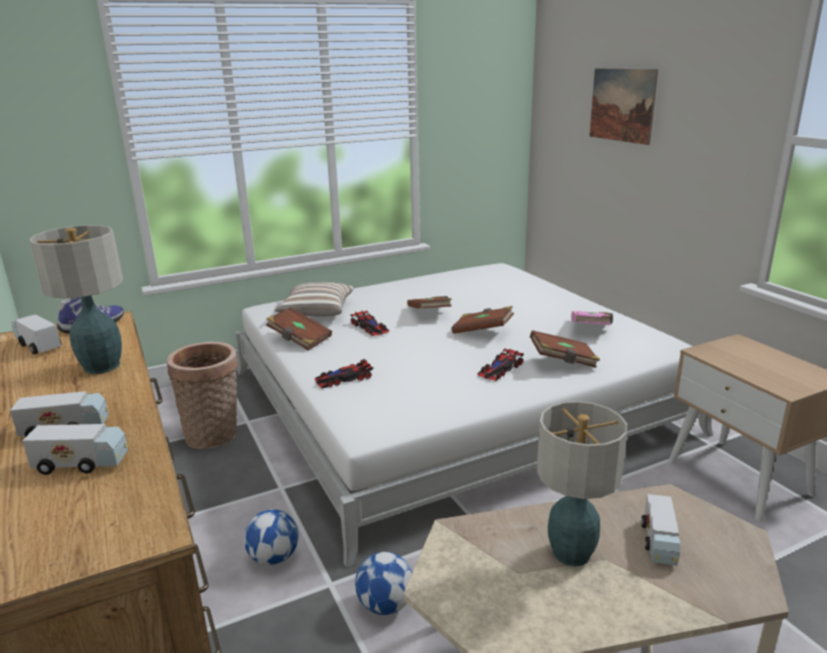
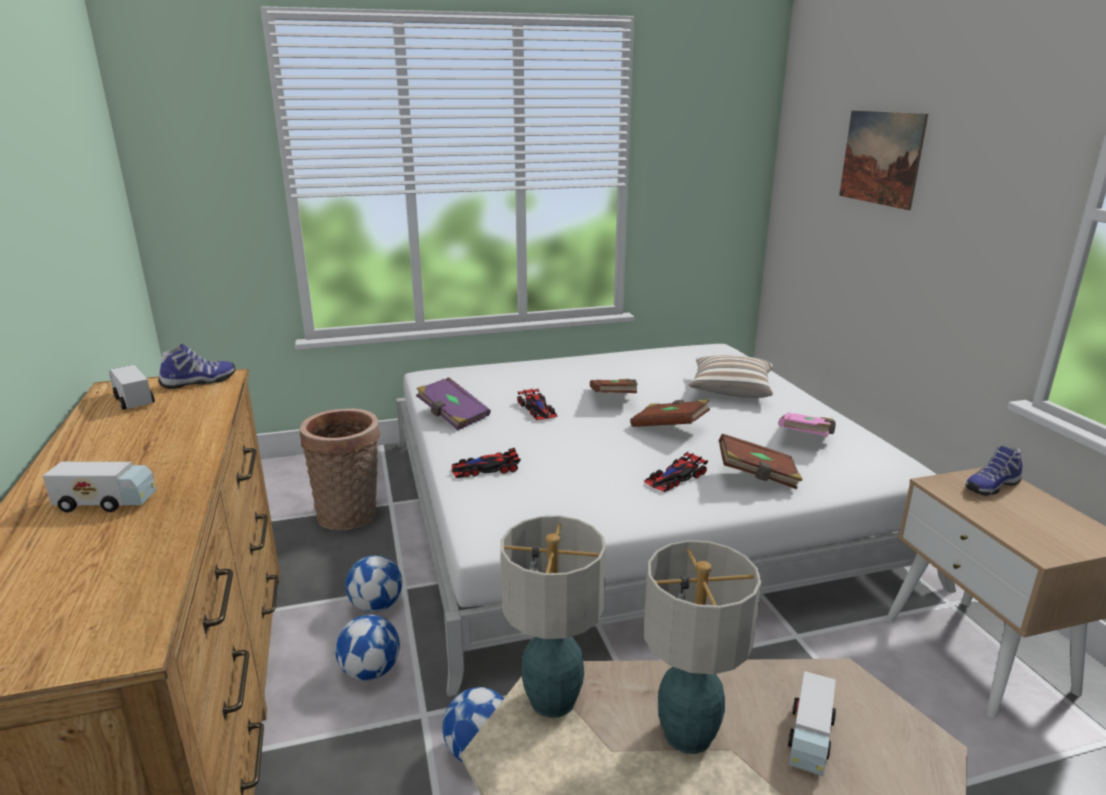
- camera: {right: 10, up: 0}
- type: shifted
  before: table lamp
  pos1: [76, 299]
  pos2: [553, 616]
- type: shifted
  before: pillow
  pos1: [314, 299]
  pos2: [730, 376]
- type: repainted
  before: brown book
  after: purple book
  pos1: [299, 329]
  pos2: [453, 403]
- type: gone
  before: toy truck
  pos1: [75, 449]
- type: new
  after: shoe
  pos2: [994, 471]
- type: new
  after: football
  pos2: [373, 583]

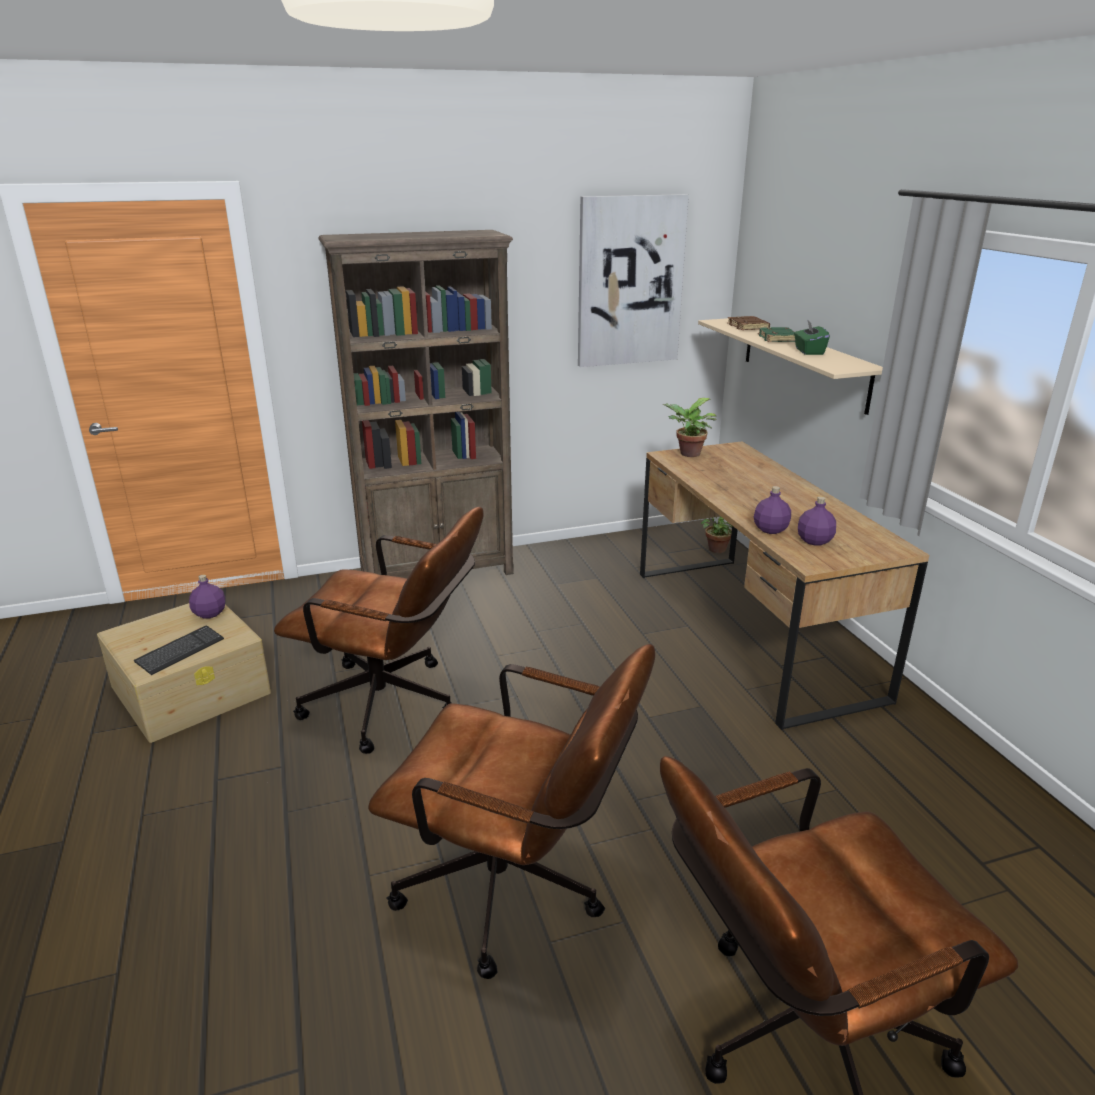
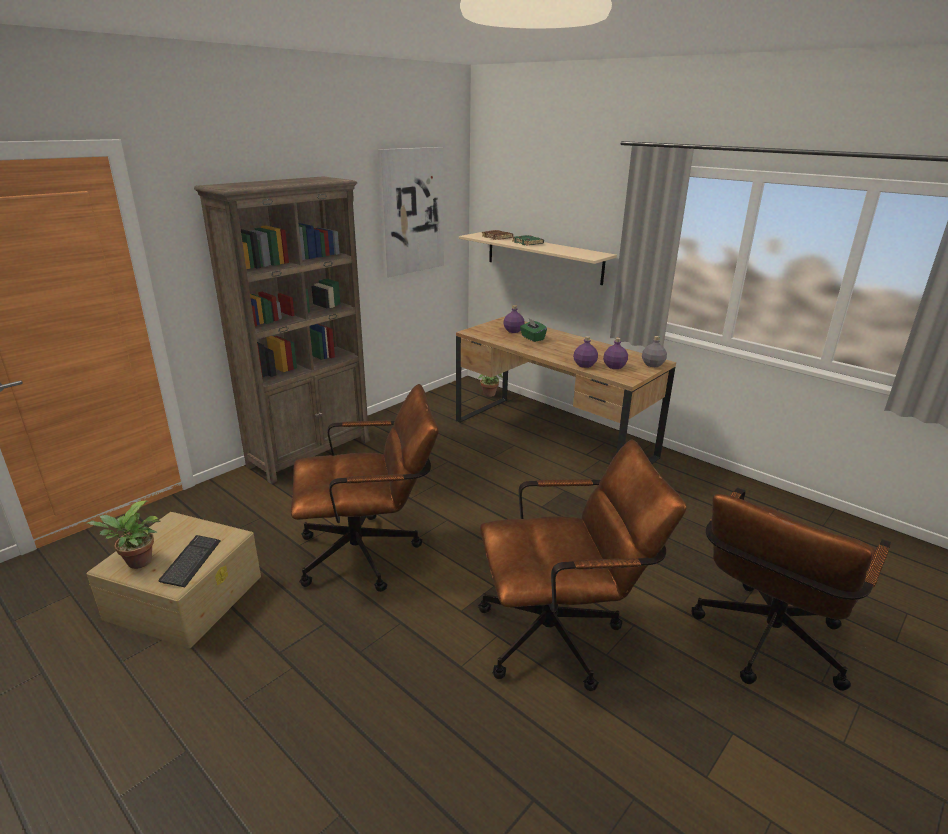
- camera: {right: -30, up: 0}
- type: shifted
  before: green tissue box
  pos1: [812, 337]
  pos2: [533, 330]
- type: shifted
  before: potted plant
  pos1: [690, 427]
  pos2: [123, 534]
- type: shifted
  before: purple bottle
  pos1: [207, 596]
  pos2: [514, 319]
- type: new
  after: grey bottle
  pos2: [654, 351]

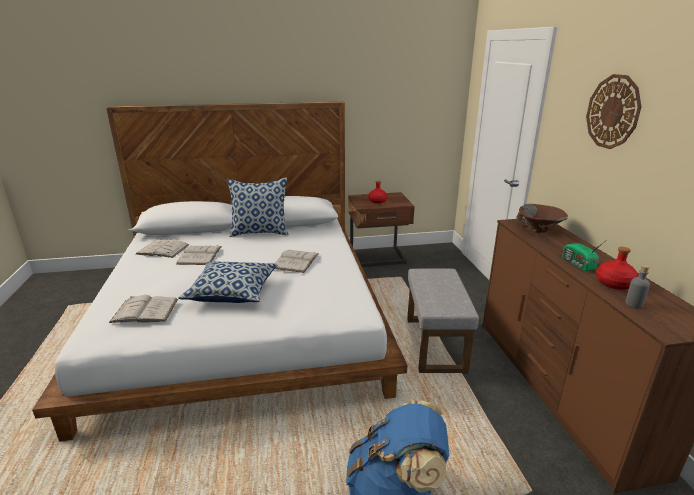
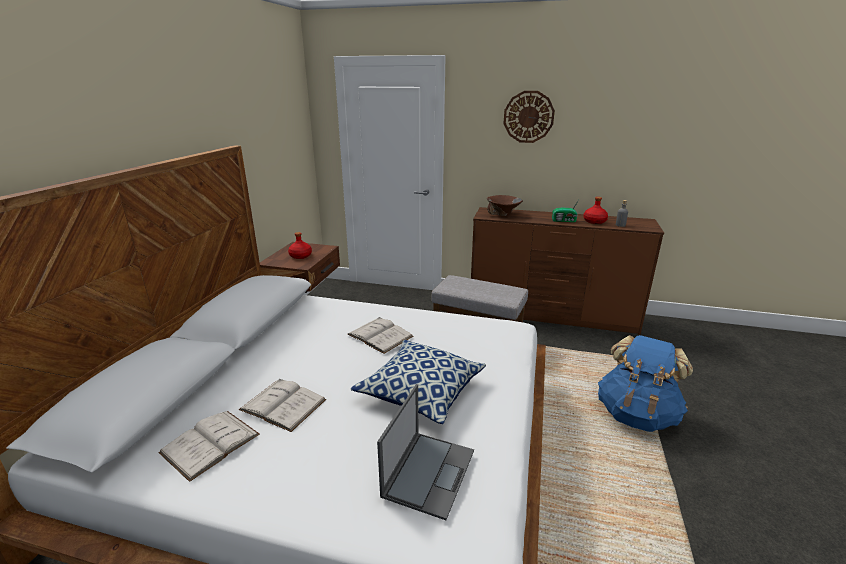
- camera: {right: -65, up: 0}
- type: gone
  before: pillow
  pos1: [258, 207]
- type: swapped
  before: white book
  after: laptop
  pos1: [143, 309]
  pos2: [425, 452]

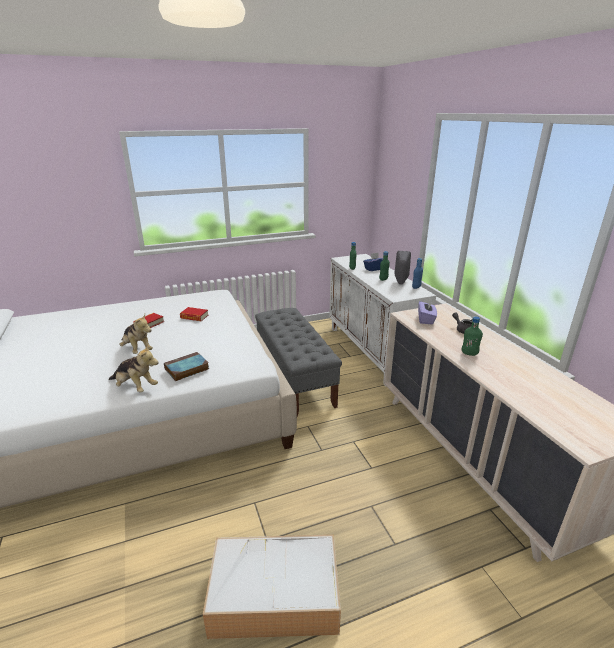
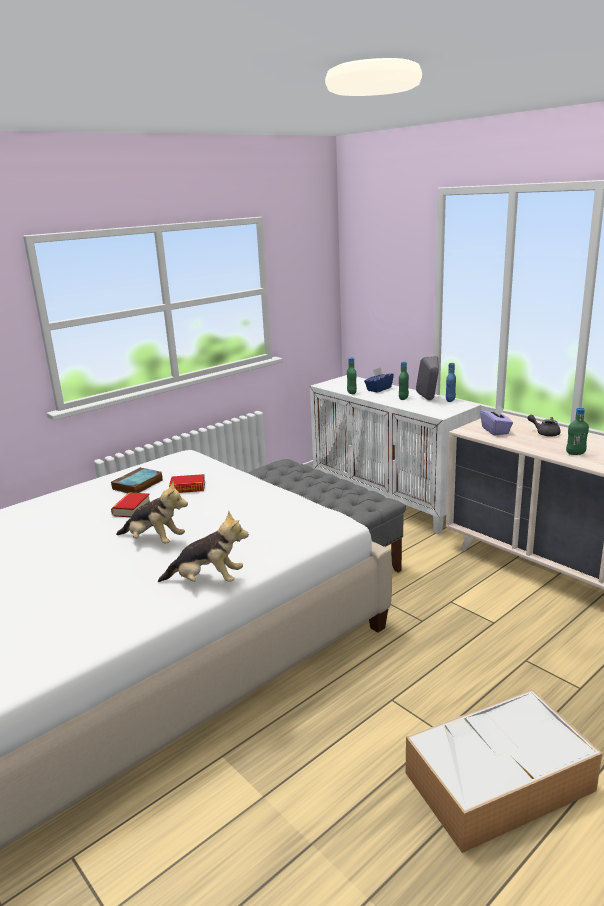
- camera: {right: -20, up: -5}
- type: shifted
  before: book
  pos1: [186, 366]
  pos2: [137, 480]

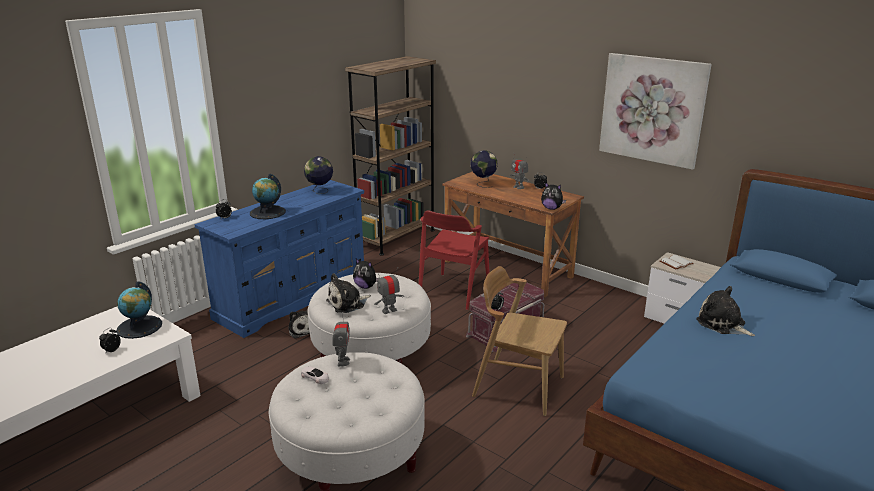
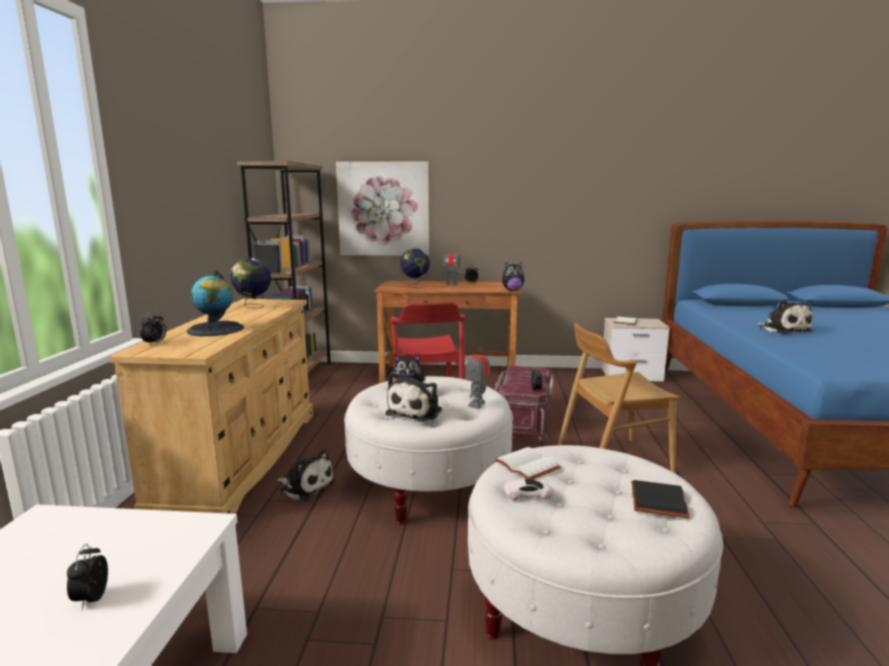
- camera: {right: -35, up: -10}
- type: shifted
  before: picture
  pos1: [655, 111]
  pos2: [382, 208]
- type: repainted
  before: blue dresser
  after: beige dresser
  pos1: [279, 259]
  pos2: [211, 406]
- type: gone
  before: globe
  pos1: [139, 310]
- type: rotated
  before: plush toy
  pos1: [725, 311]
  pos2: [785, 317]
  turn: -120
- type: swapped
  before: toy robot
  after: white book
  pos1: [341, 339]
  pos2: [527, 463]
- type: new
  after: black book
  pos2: [660, 499]

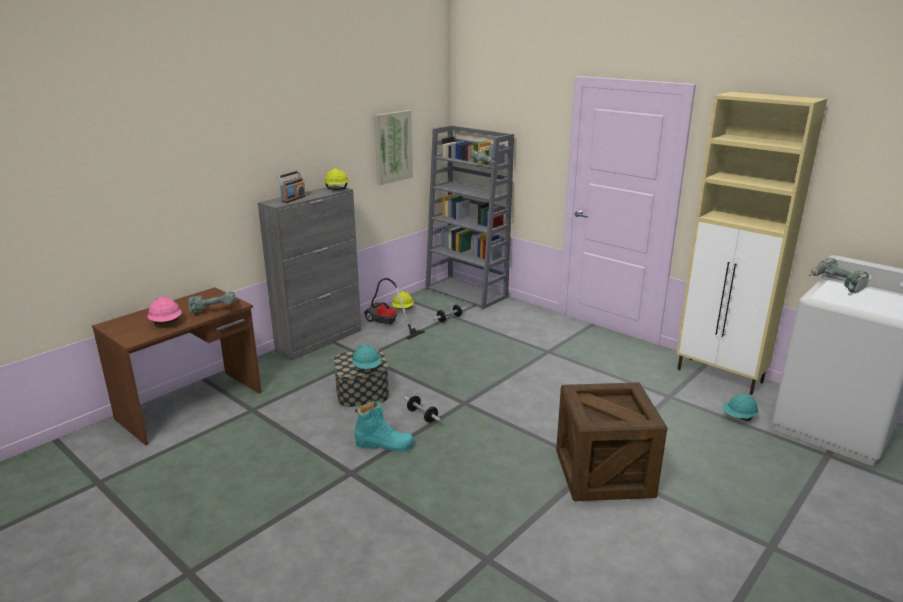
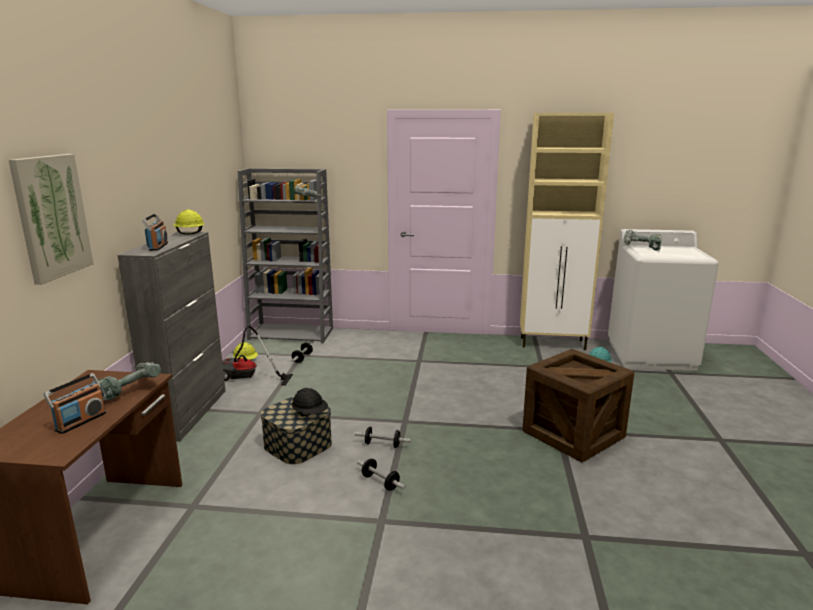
- camera: {right: -35, up: -5}
- type: shifted
  before: picture
  pos1: [393, 147]
  pos2: [51, 219]
- type: swapped
  before: pink hard hat
  after: radio
  pos1: [165, 310]
  pos2: [75, 403]
- type: repainted
  before: turquoise hard hat
  after: black hard hat
  pos1: [366, 356]
  pos2: [310, 402]
- type: swapped
  before: turquoise boot
  after: dumbbell
  pos1: [384, 426]
  pos2: [381, 475]

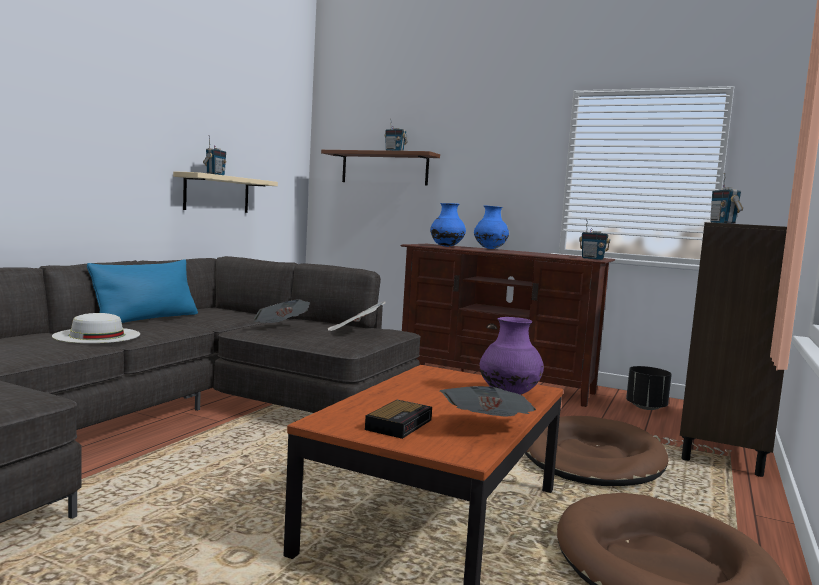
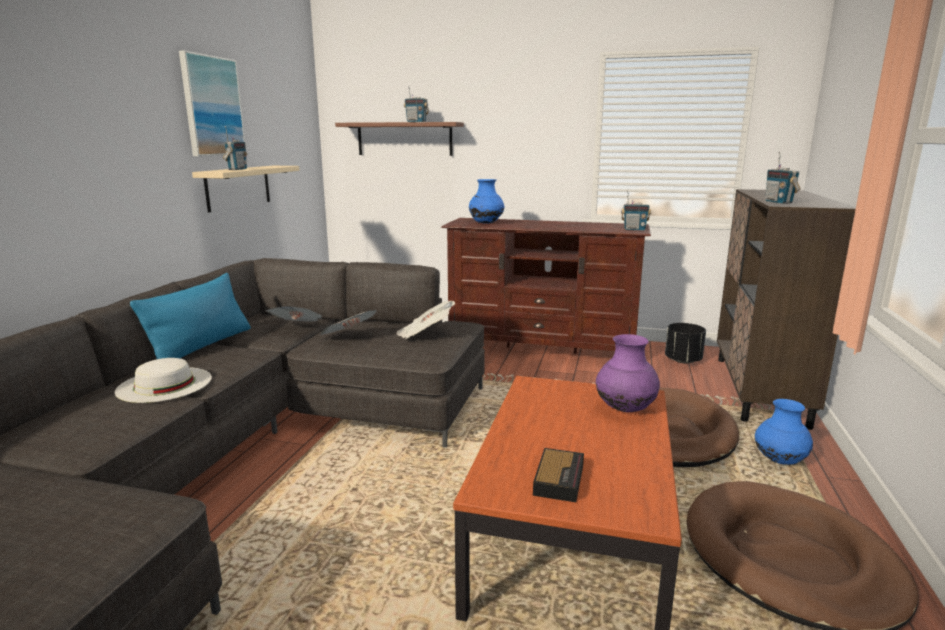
- camera: {right: -10, up: 10}
- type: shifted
  before: blue vase
  pos1: [491, 227]
  pos2: [784, 432]
- type: shifted
  before: newspaper
  pos1: [487, 401]
  pos2: [294, 314]
- type: new
  after: picture
  pos2: [212, 103]

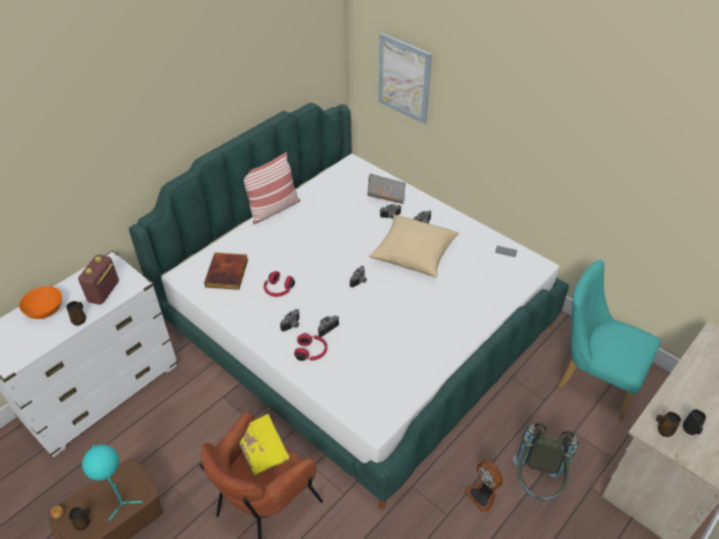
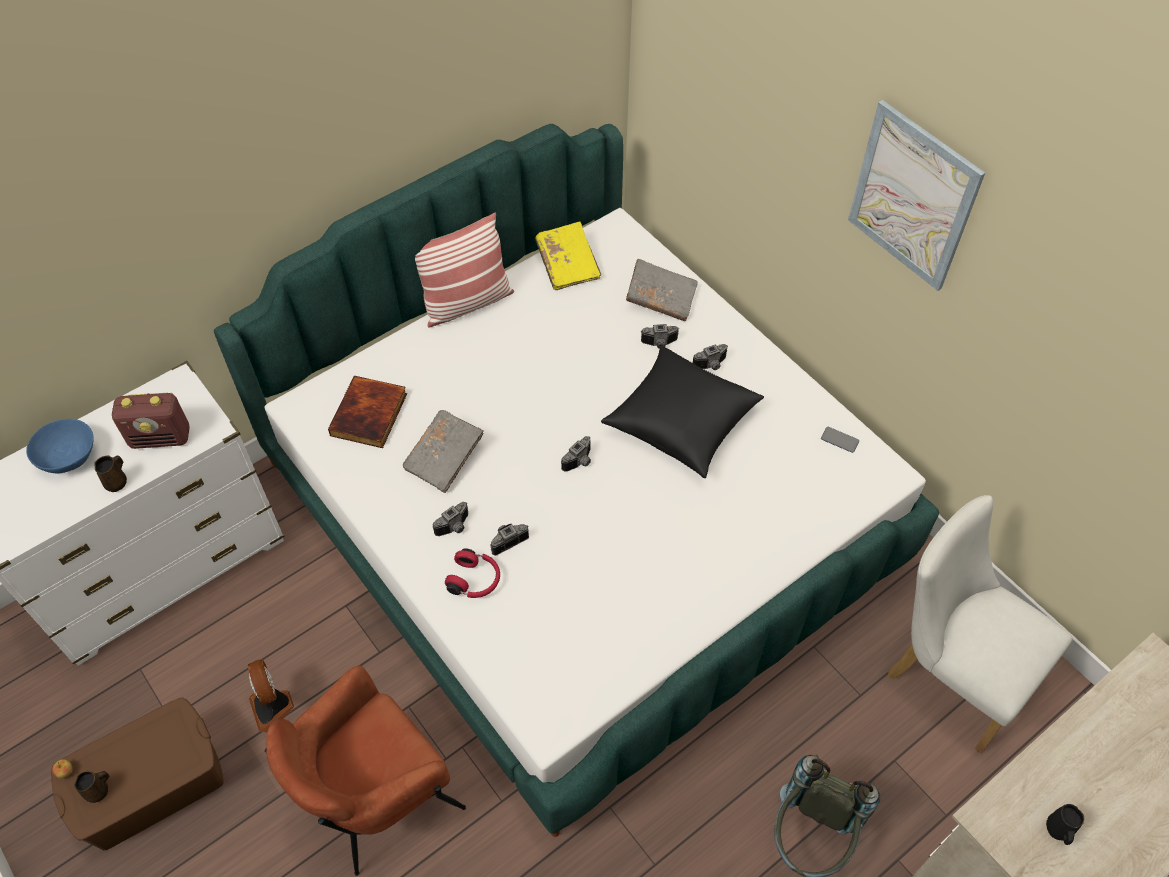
- camera: {right: 10, up: 10}
- type: shifted
  before: picture
  pos1: [405, 78]
  pos2: [916, 195]
- type: repainted
  before: beige pillow
  after: black pillow
  pos1: [414, 246]
  pos2: [682, 411]
- type: rotated
  before: radio
  pos1: [98, 279]
  pos2: [150, 421]
  turn: -120
- type: repainted
  before: turquoise chair
  after: white chair
  pos1: [609, 340]
  pos2: [980, 624]
- type: swapped
  before: red headphones
  after: grey book
  pos1: [279, 284]
  pos2: [443, 451]
- type: repainted
  before: orange bowl
  after: blue bowl
  pos1: [40, 302]
  pos2: [60, 446]
- type: gone
  before: brown mug
  pos1: [668, 424]
- type: shifted
  before: yellow book
  pos1: [264, 445]
  pos2: [568, 255]
- type: gone
  before: turquoise table lamp
  pos1: [112, 482]
- type: shifted
  before: fan
  pos1: [484, 486]
  pos2: [271, 696]

